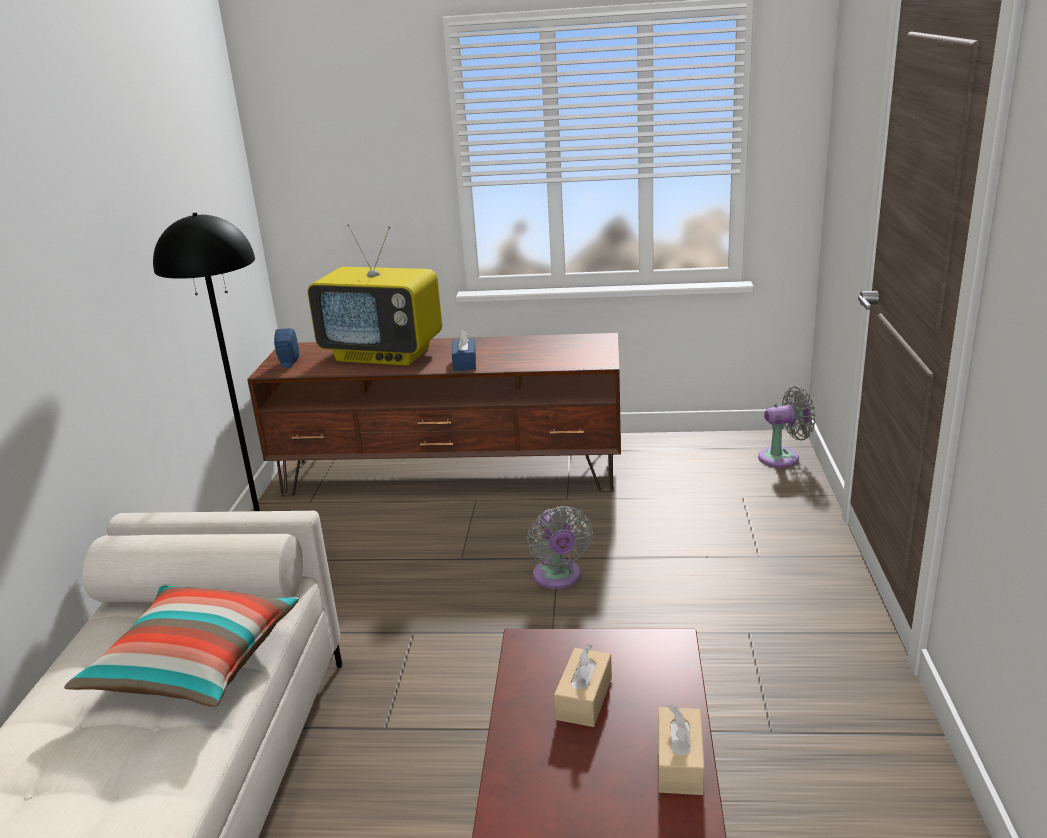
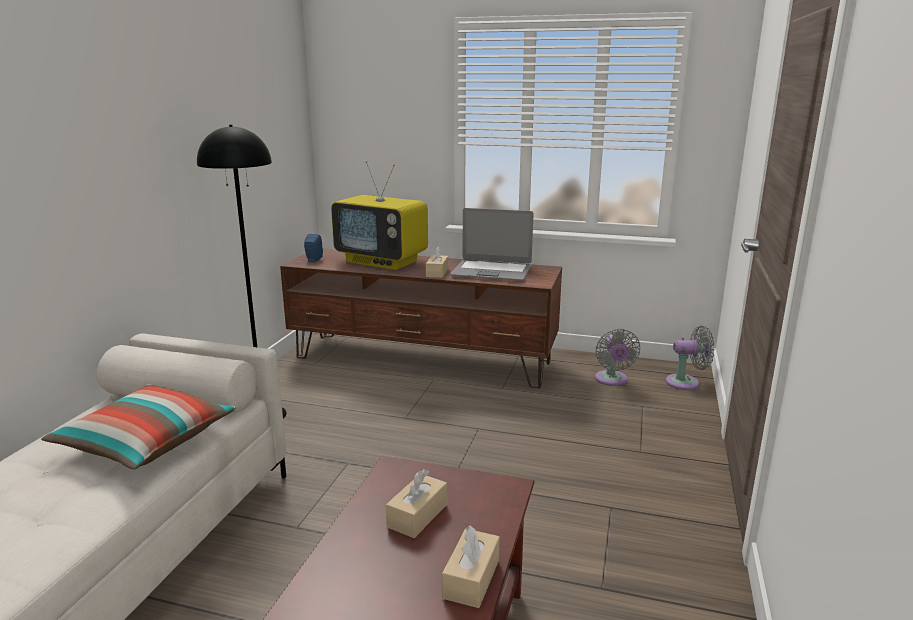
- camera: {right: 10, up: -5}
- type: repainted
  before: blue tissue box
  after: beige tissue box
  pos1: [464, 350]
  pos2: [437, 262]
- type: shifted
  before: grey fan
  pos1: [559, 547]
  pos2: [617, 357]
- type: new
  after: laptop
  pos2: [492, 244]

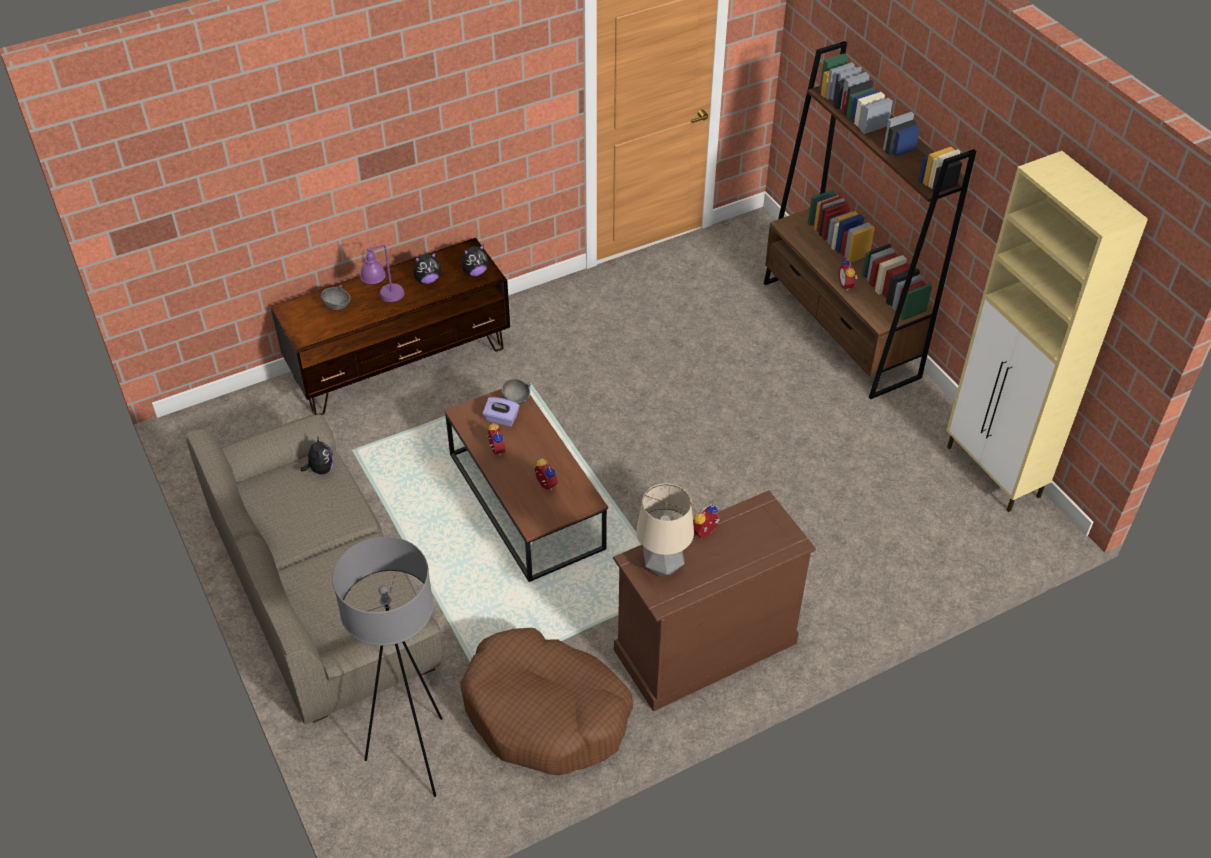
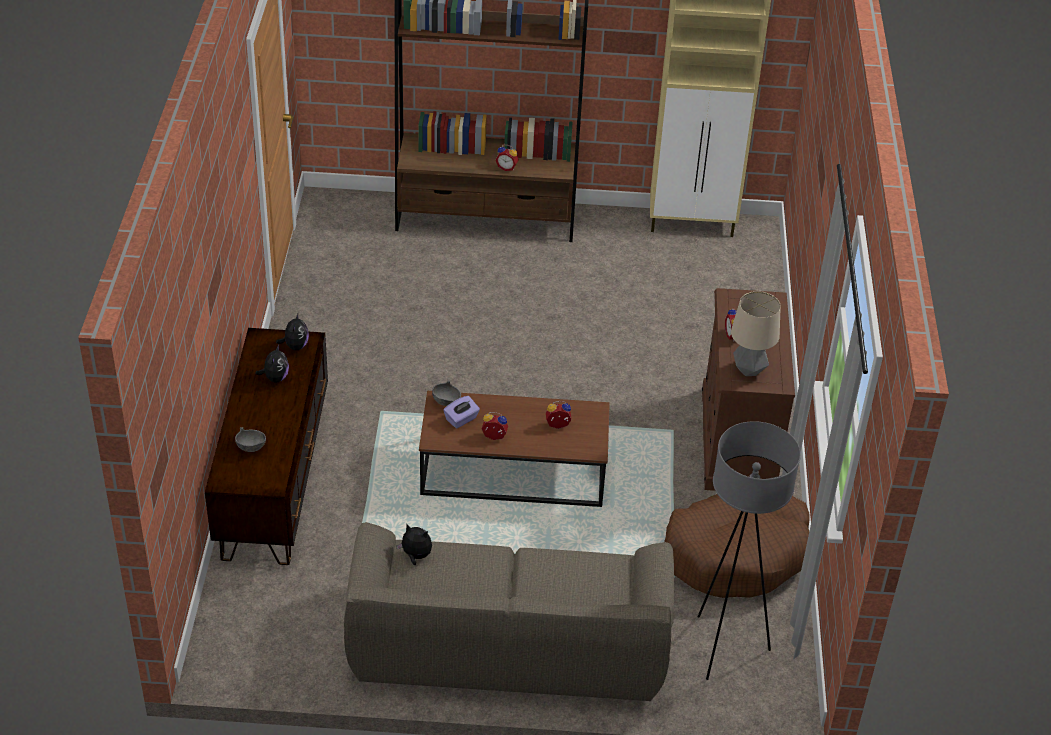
- camera: {right: -60, up: -5}
- type: gone
  before: purple table lamp
  pos1: [382, 273]

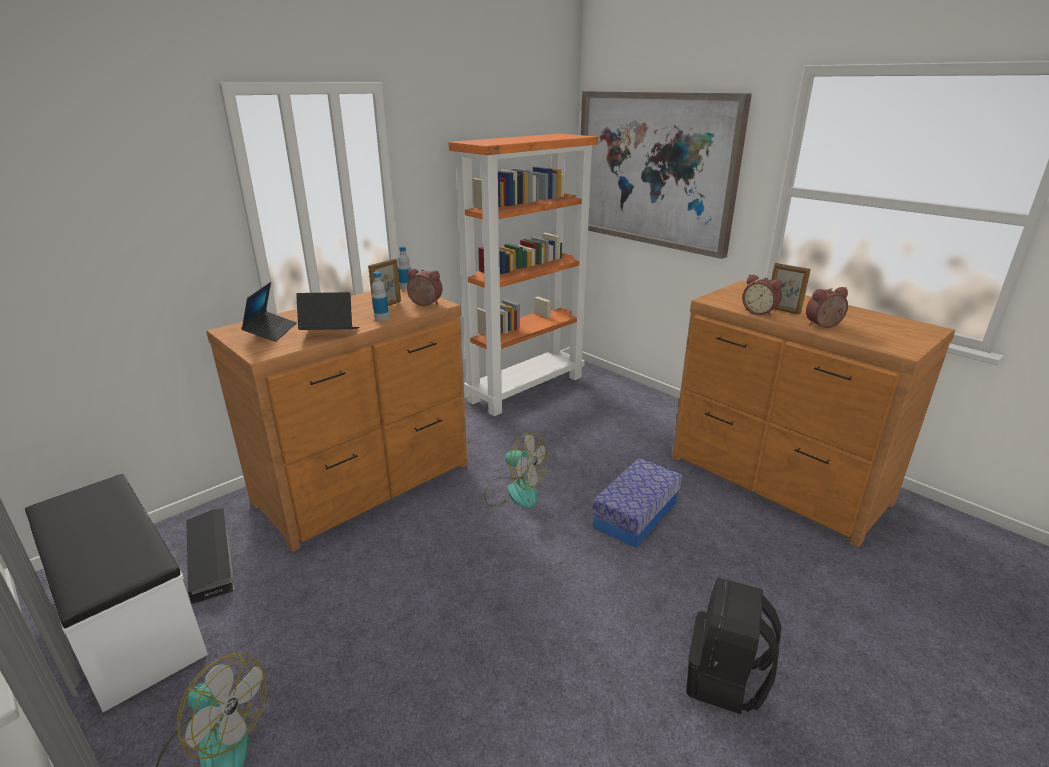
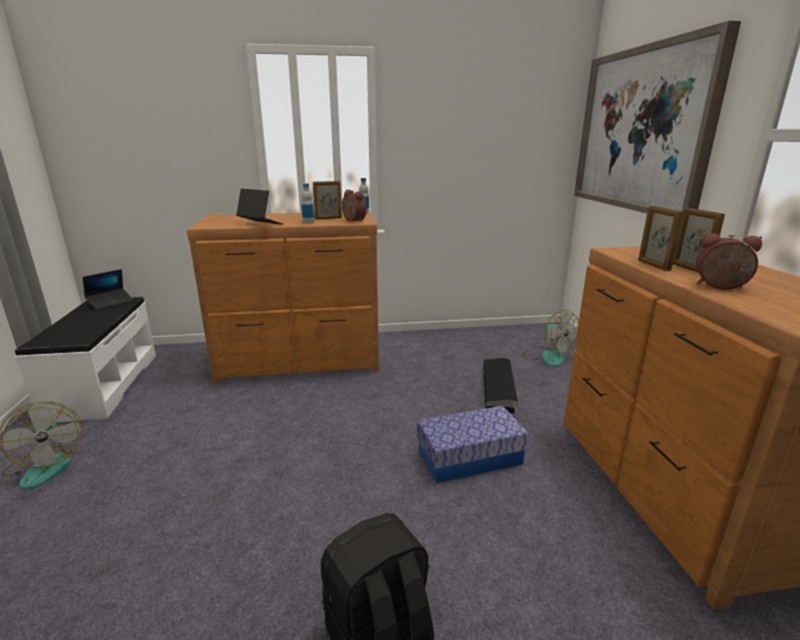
- camera: {right: 35, up: -5}
- type: gone
  before: orange bookcase
  pos1: [523, 275]
- type: swapped
  before: alarm clock
  after: picture frame
  pos1: [762, 295]
  pos2: [661, 238]
- type: shifted
  before: laptop
  pos1: [269, 312]
  pos2: [108, 289]
- type: shifted
  before: fan
  pos1: [516, 469]
  pos2: [550, 338]
- type: shifted
  before: black storage box
  pos1: [210, 556]
  pos2: [500, 386]

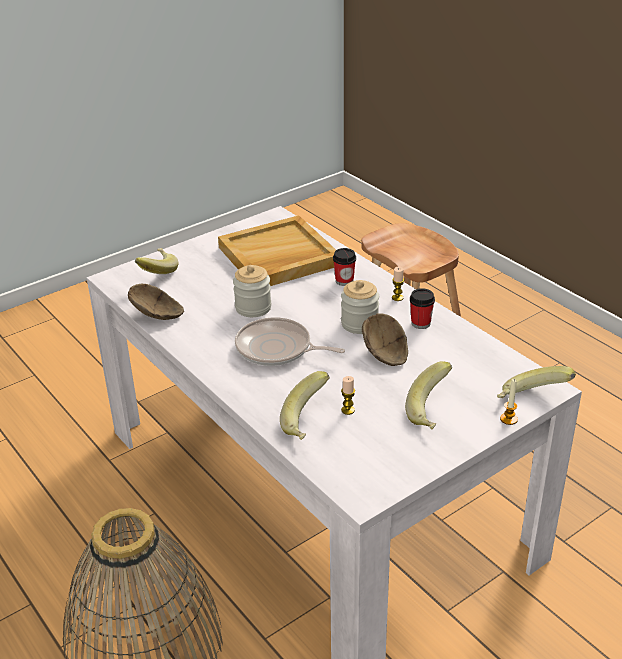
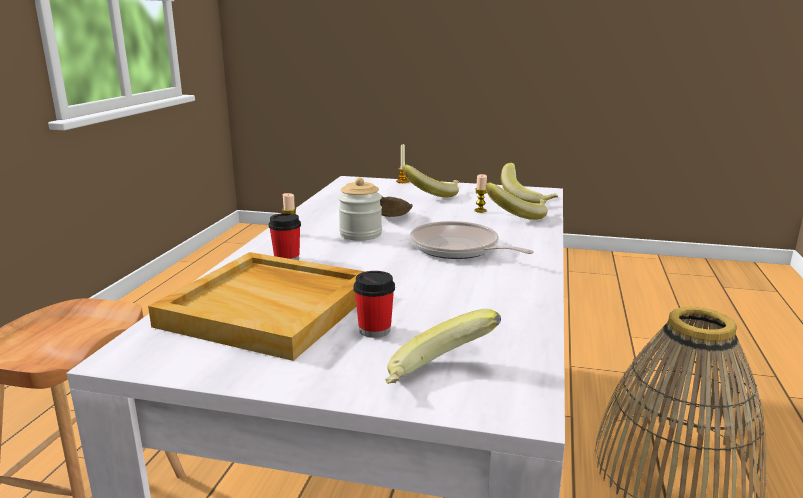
- camera: {right: -130, up: -15}
- type: gone
  before: jar
  pos1: [252, 291]
- type: gone
  before: brown bowl
  pos1: [156, 302]
- type: shifted
  before: cup
  pos1: [422, 308]
  pos2: [374, 304]
- type: rotated
  before: frying pan
  pos1: [290, 341]
  pos2: [472, 240]
  turn: 150
- type: shifted
  before: banana
  pos1: [536, 382]
  pos2: [529, 183]

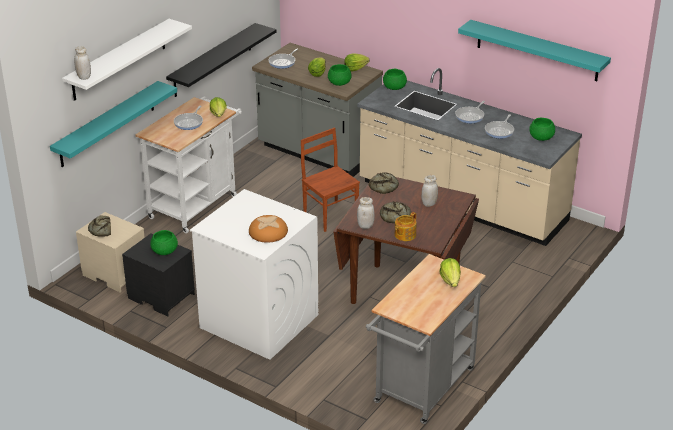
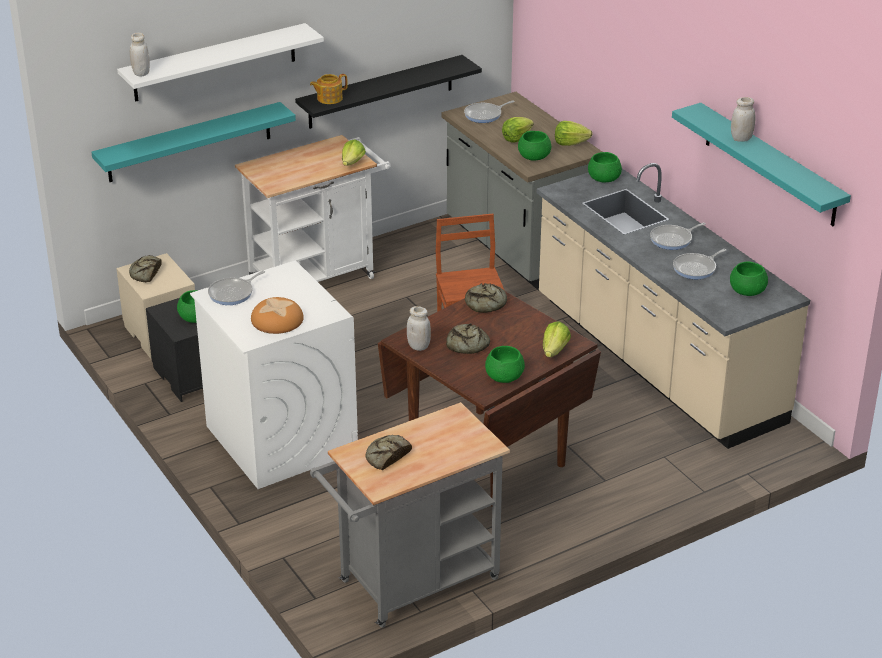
- camera: {right: 25, up: 0}
- type: shifted
  before: frying pan
  pos1: [188, 117]
  pos2: [236, 288]
- type: shifted
  before: white jar
  pos1: [429, 191]
  pos2: [743, 119]
- type: shifted
  before: teapot
  pos1: [405, 226]
  pos2: [329, 89]
- type: shifted
  before: lettuce
  pos1: [450, 272]
  pos2: [557, 339]
- type: new
  after: green bowl
  pos2: [505, 364]
- type: new
  after: bread
  pos2: [388, 452]

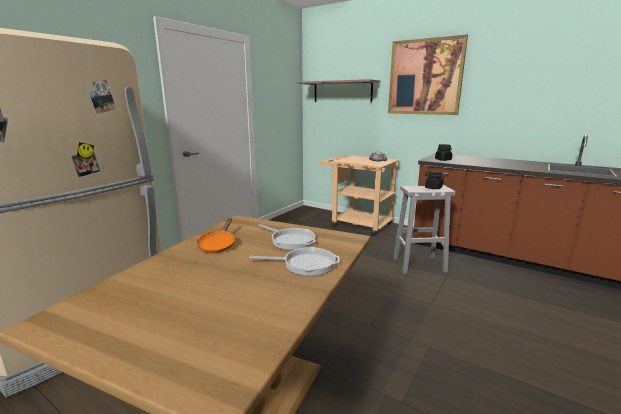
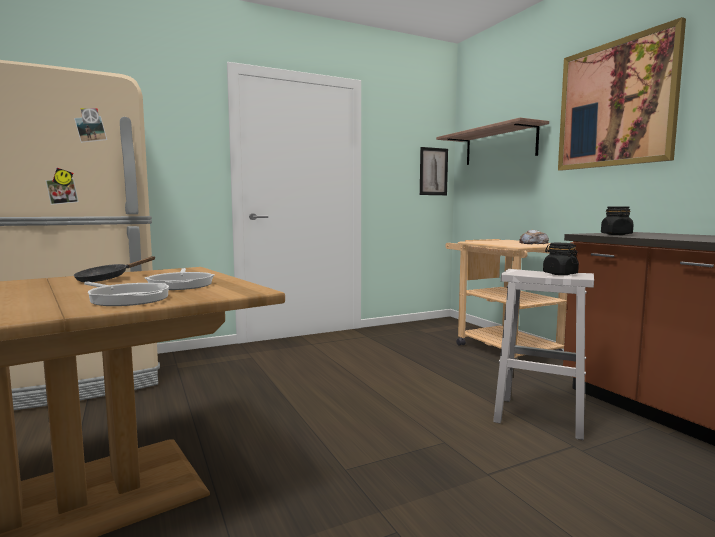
- camera: {right: 30, up: -10}
- type: repainted
  before: orange frying pan
  after: black frying pan
  pos1: [215, 235]
  pos2: [114, 269]
- type: new
  after: picture
  pos2: [434, 171]

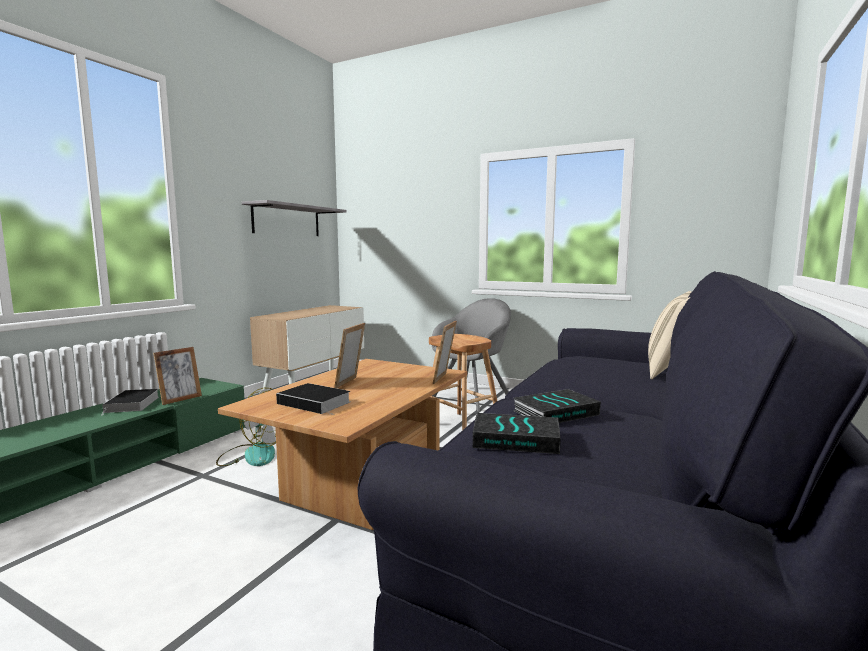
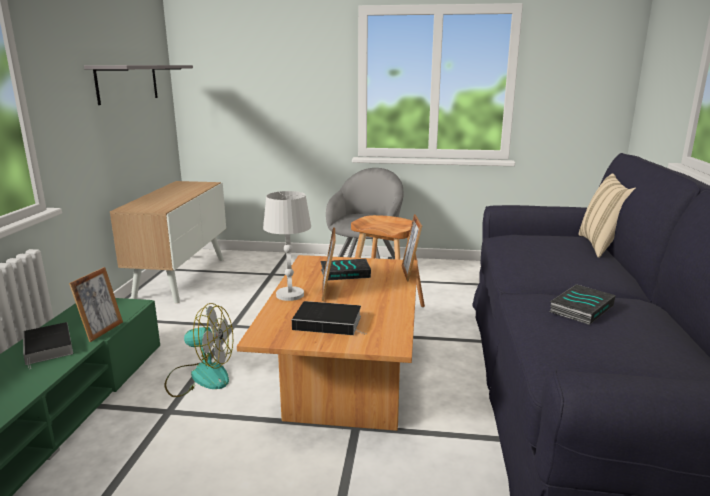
- camera: {right: -20, up: 10}
- type: shifted
  before: book
  pos1: [517, 433]
  pos2: [345, 269]
- type: new
  after: white table lamp
  pos2: [287, 246]

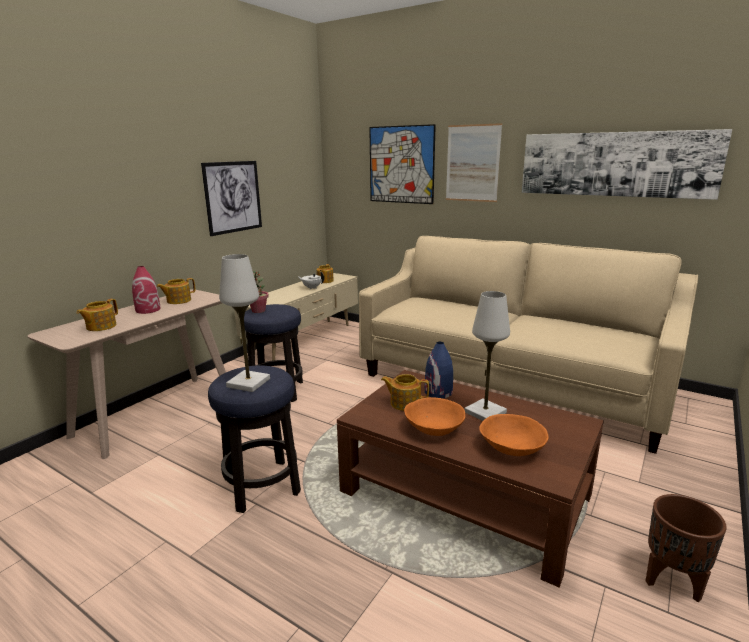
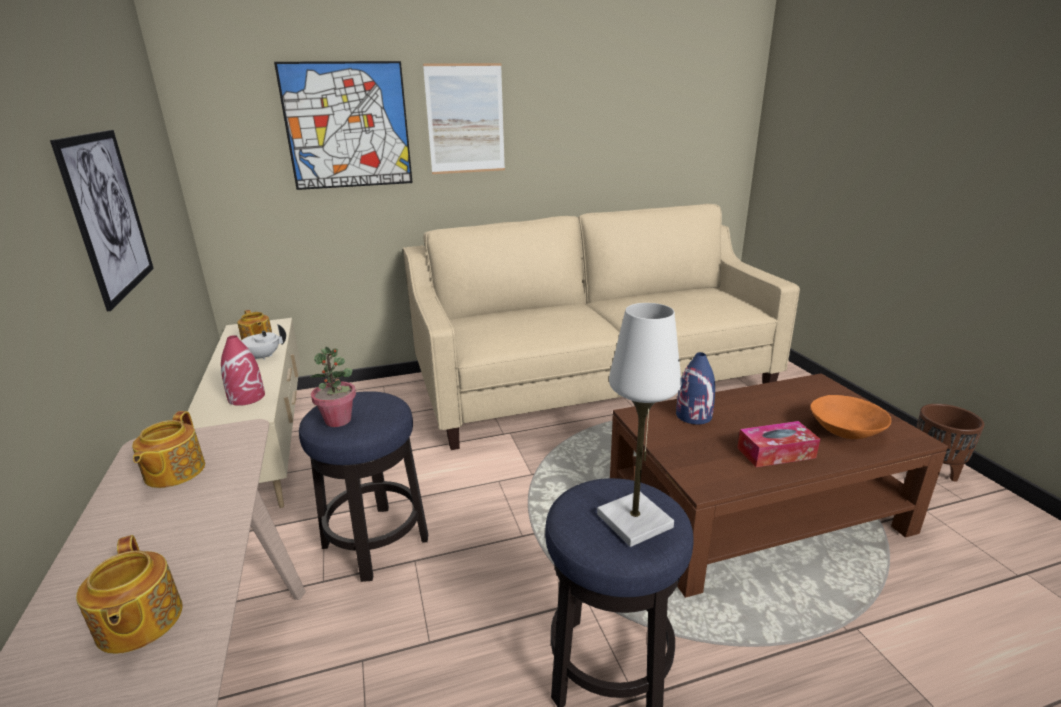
- camera: {right: -50, up: 5}
- type: gone
  before: picture
  pos1: [627, 164]
- type: shifted
  before: red vase
  pos1: [146, 290]
  pos2: [243, 370]
- type: gone
  before: white table lamp
  pos1: [487, 356]
- type: gone
  before: teapot
  pos1: [405, 392]
- type: swapped
  before: orange bowl
  after: tissue box
  pos1: [434, 416]
  pos2: [778, 444]

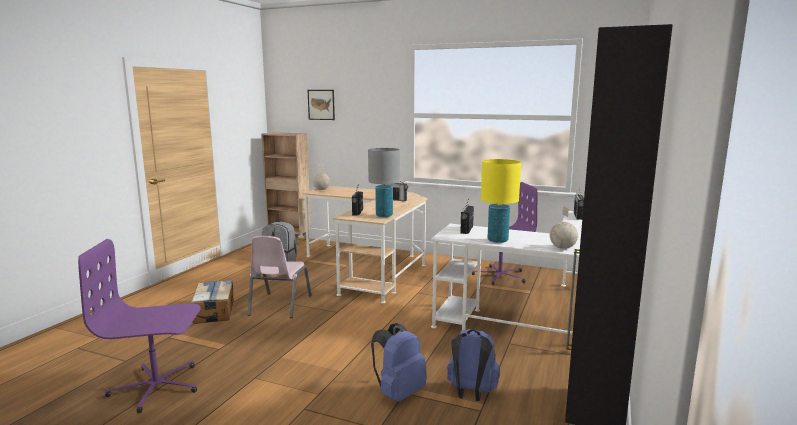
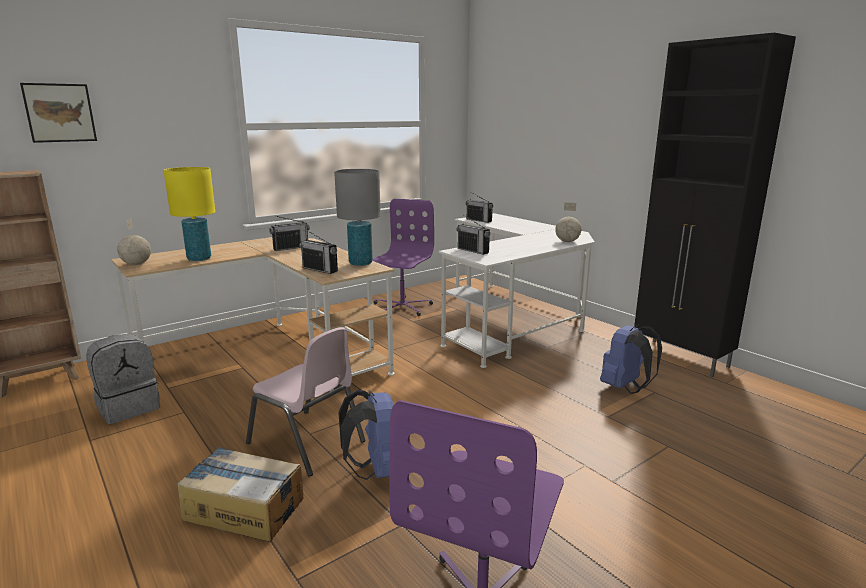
- camera: {right: -60, up: 5}
- type: shifted
  before: yellow table lamp
  pos1: [501, 201]
  pos2: [189, 214]
- type: shifted
  before: blue backpack
  pos1: [399, 362]
  pos2: [366, 435]

